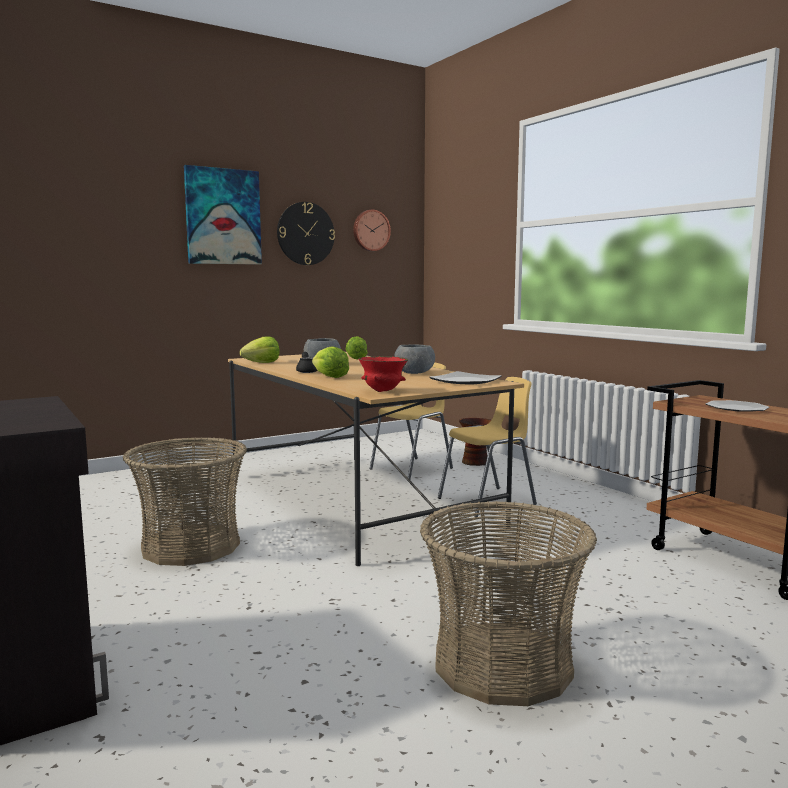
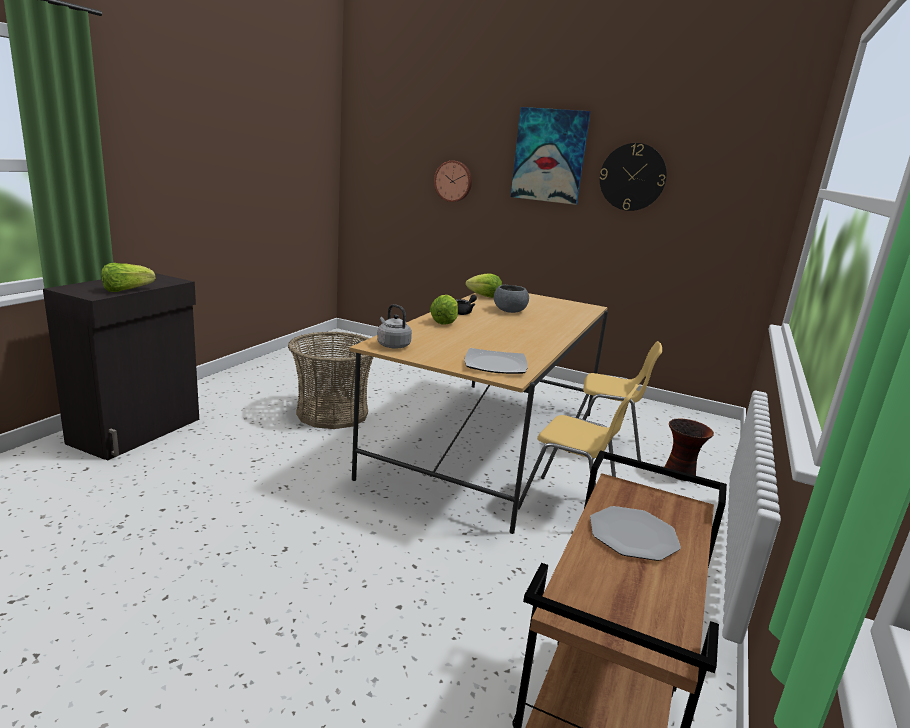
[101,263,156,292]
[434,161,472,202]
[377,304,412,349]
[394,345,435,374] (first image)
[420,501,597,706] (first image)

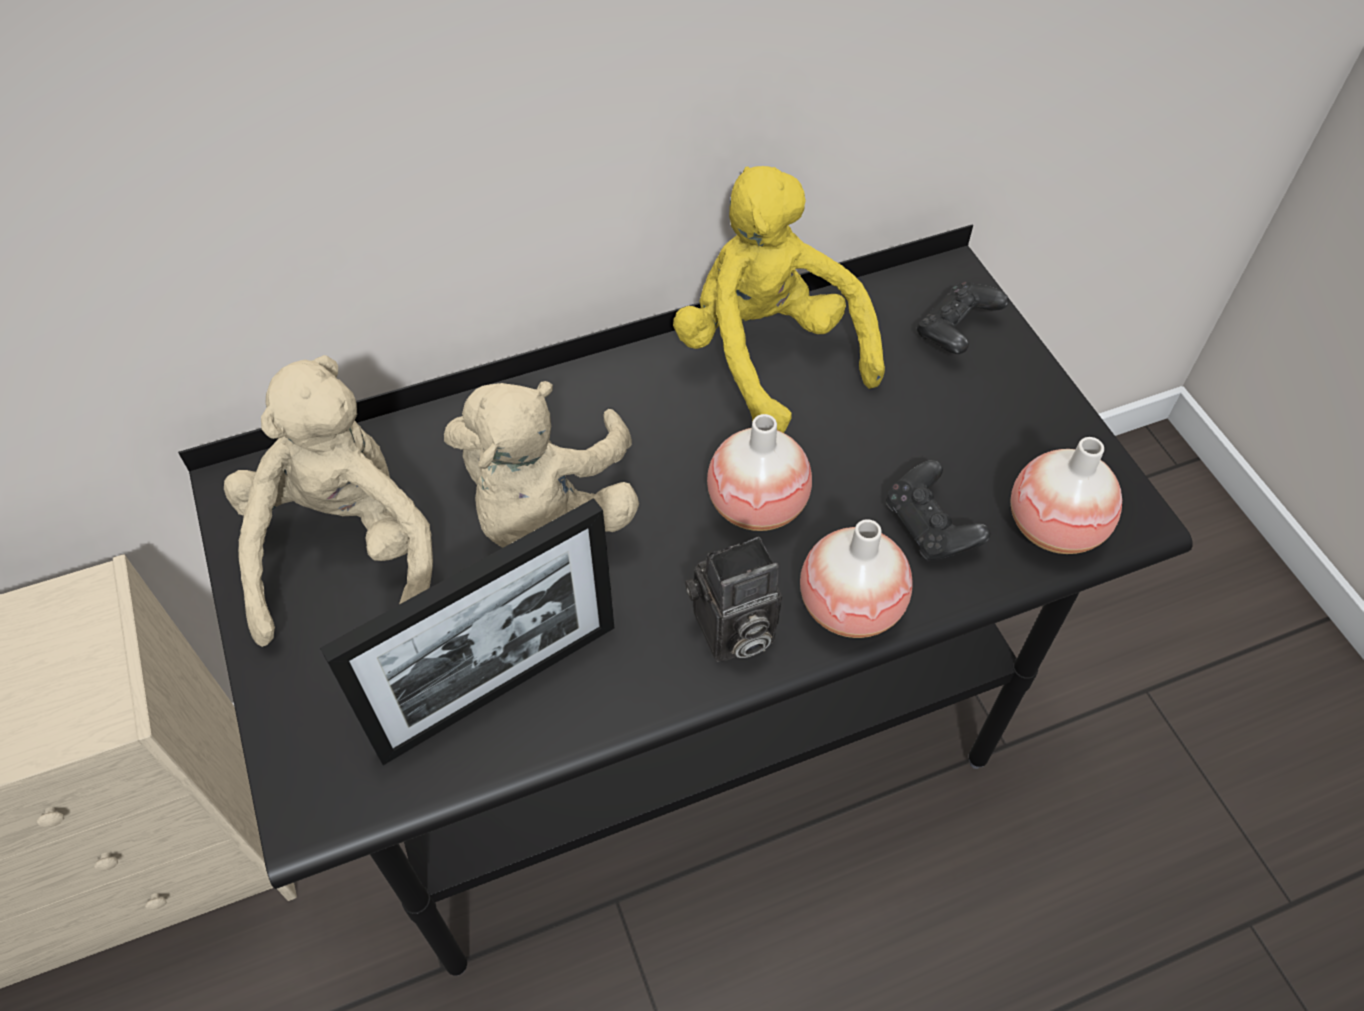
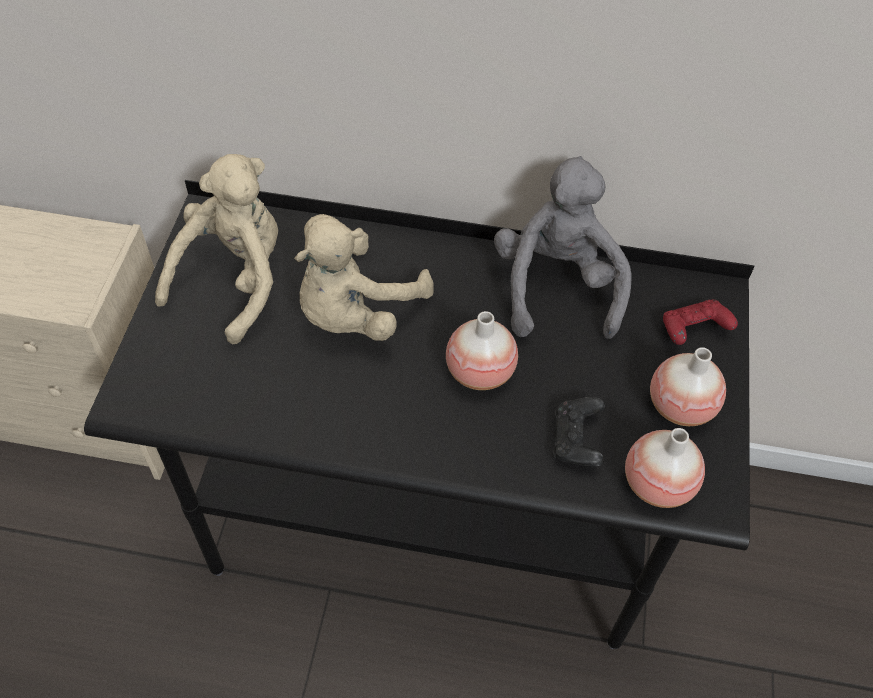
[320,498,614,765] (first image)
[494,156,632,339]
[685,537,782,662] (first image)
[650,347,726,426]
[663,300,738,345]

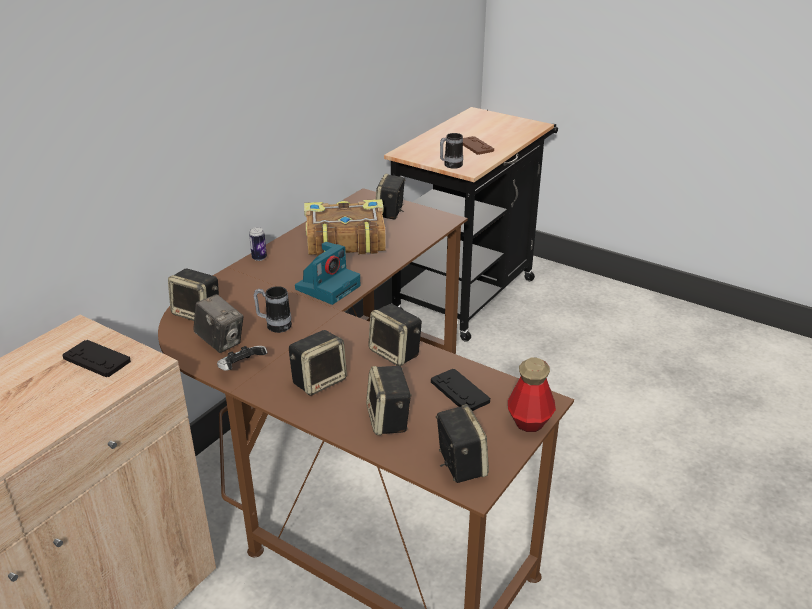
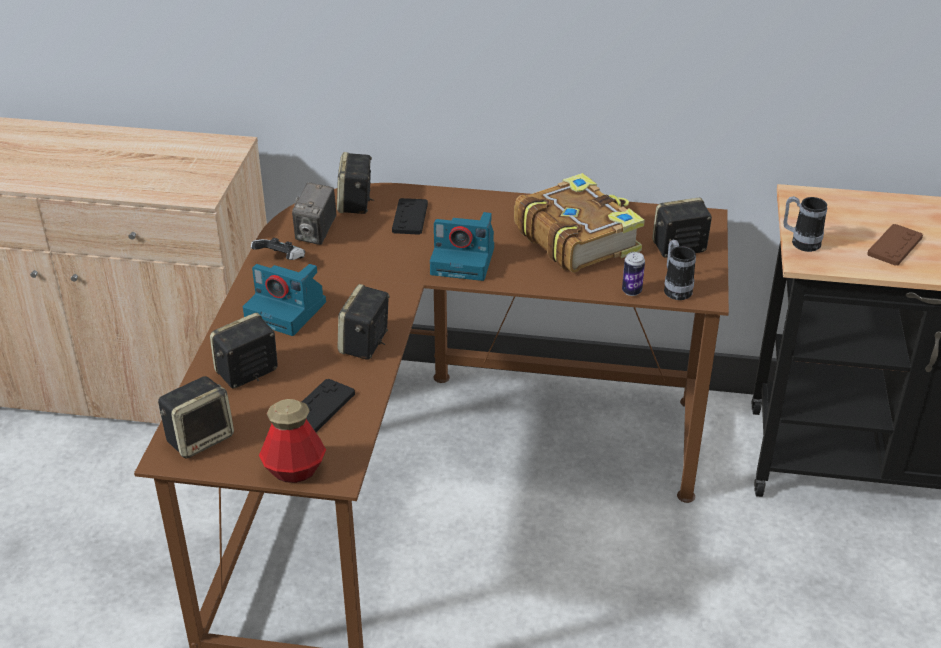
[392,198,428,235]
[622,252,645,296]
[664,240,696,300]
[243,264,326,336]

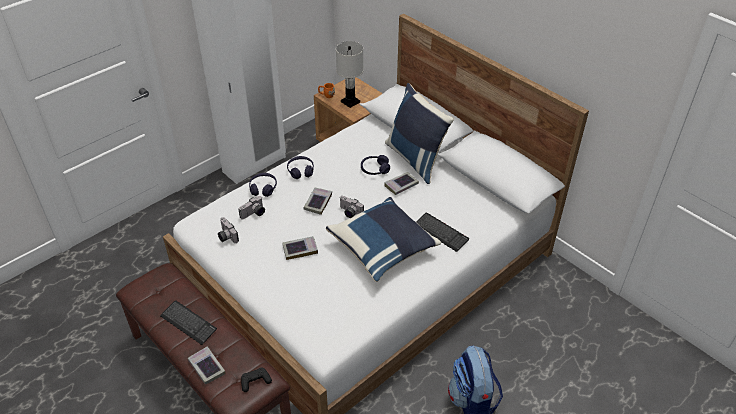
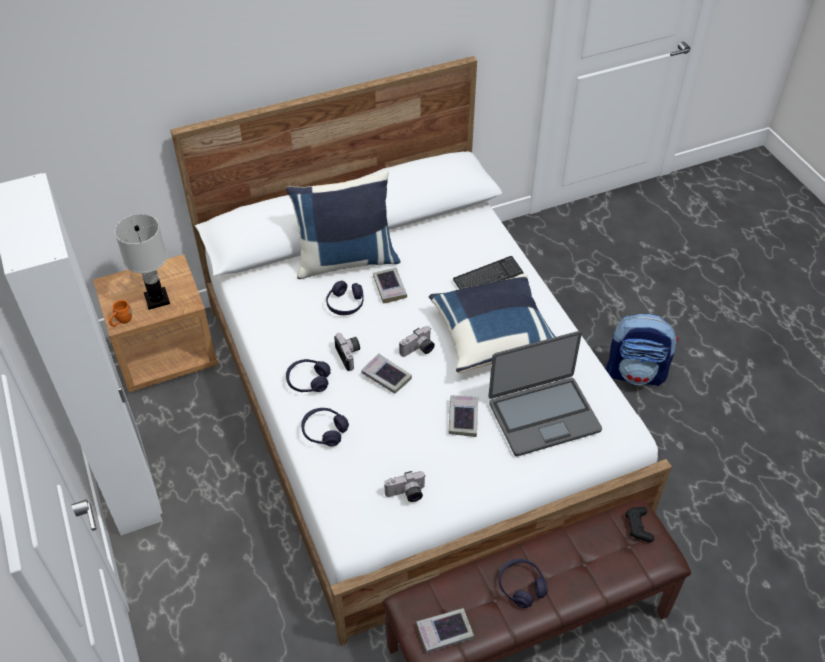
[499,559,548,608]
[416,608,474,653]
[334,333,360,371]
[489,331,602,456]

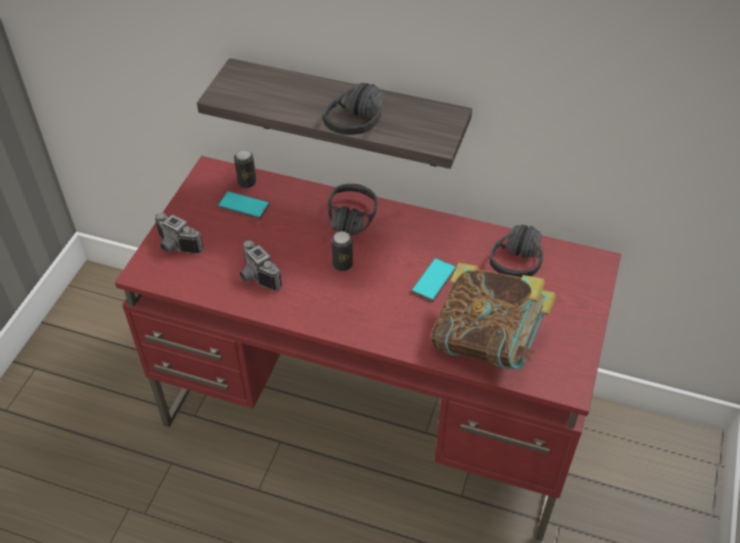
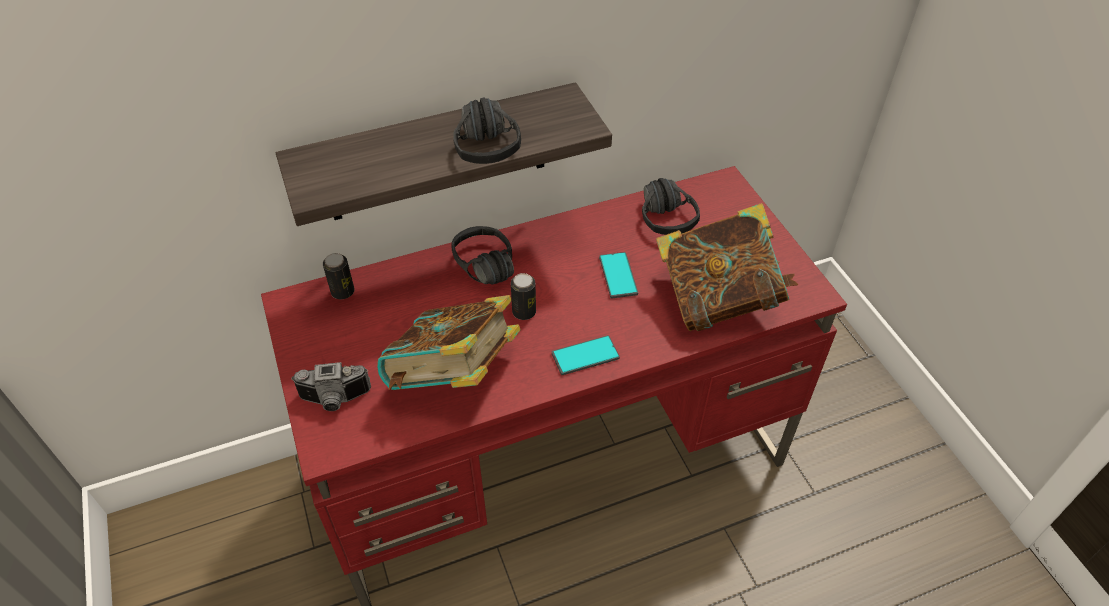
[552,335,620,375]
[377,295,521,390]

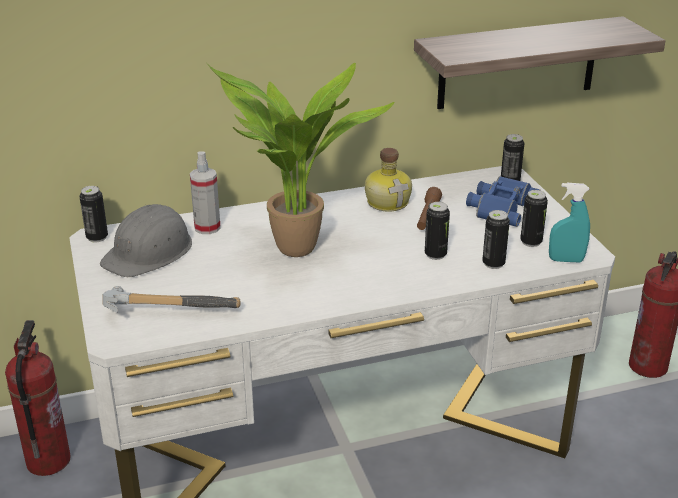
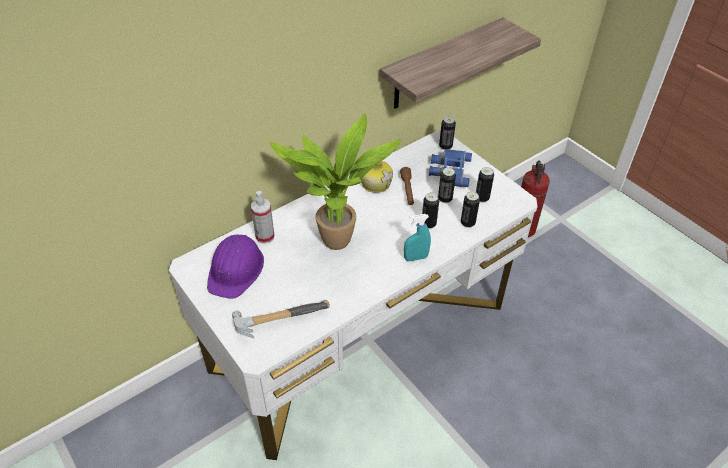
[5,320,71,476] (first image)
[438,168,456,203]
[207,234,264,299]
[404,214,431,261]

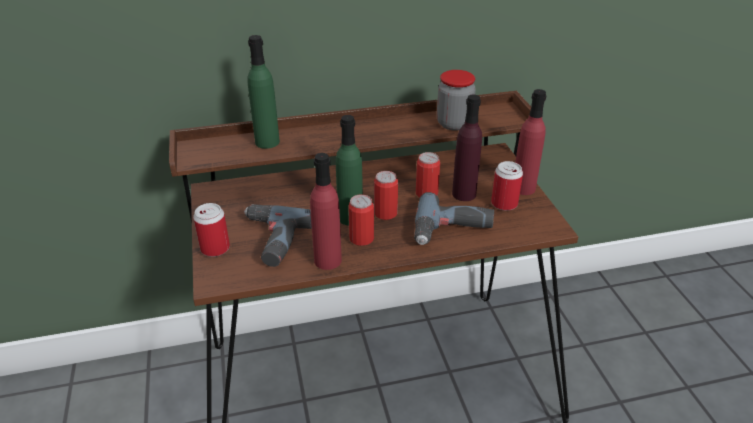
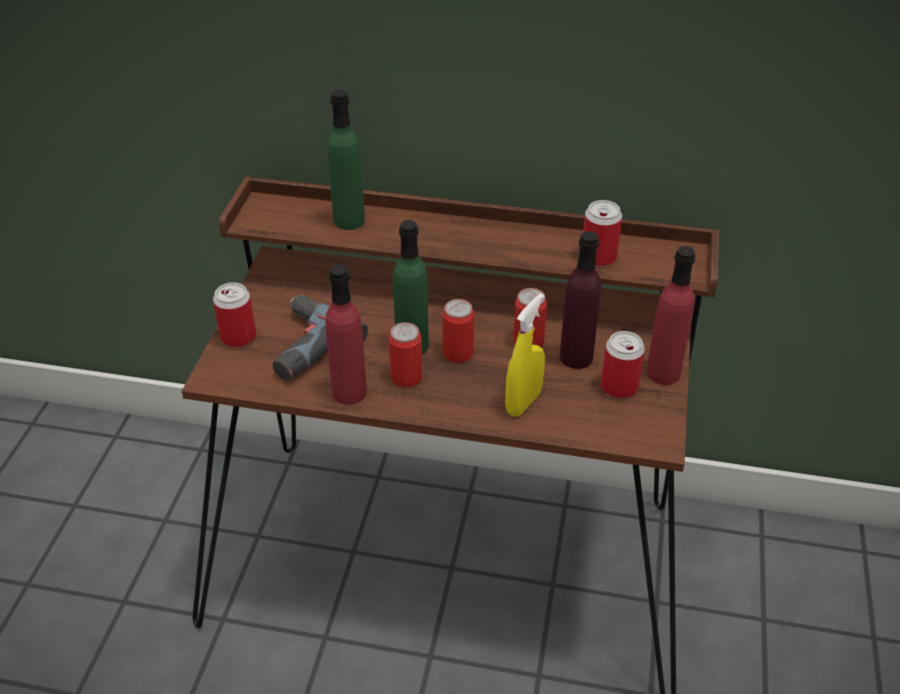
[505,293,545,417]
[583,200,622,267]

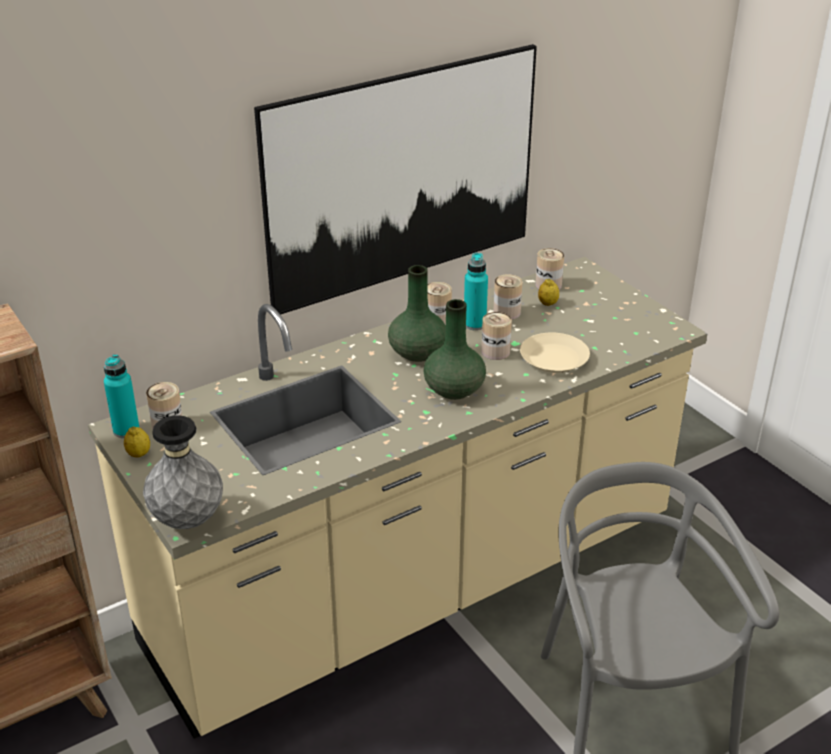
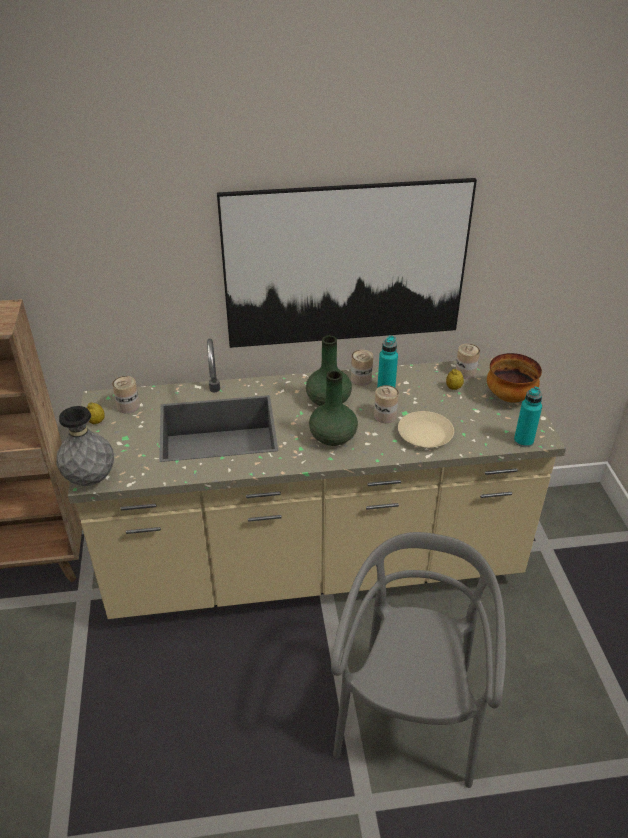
[514,387,542,447]
[493,274,523,320] (first image)
[487,353,542,403]

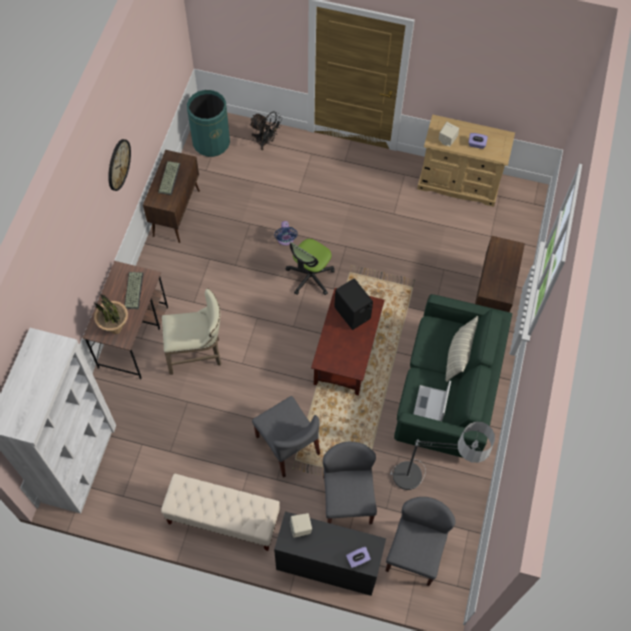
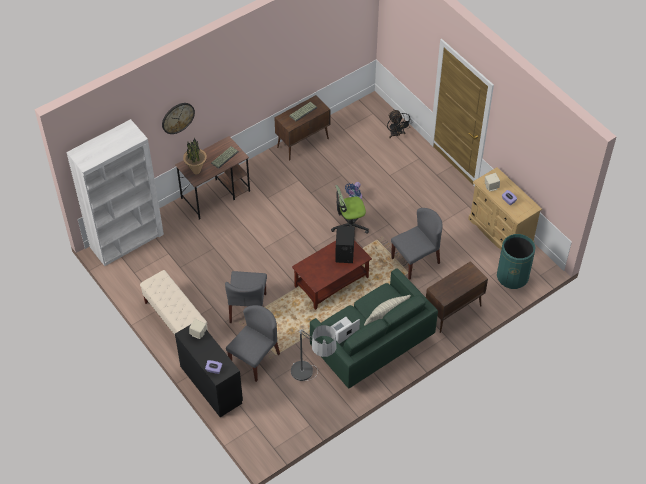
[162,103,195,134]
[162,289,221,375] (first image)
[497,234,536,289]
[391,208,442,280]

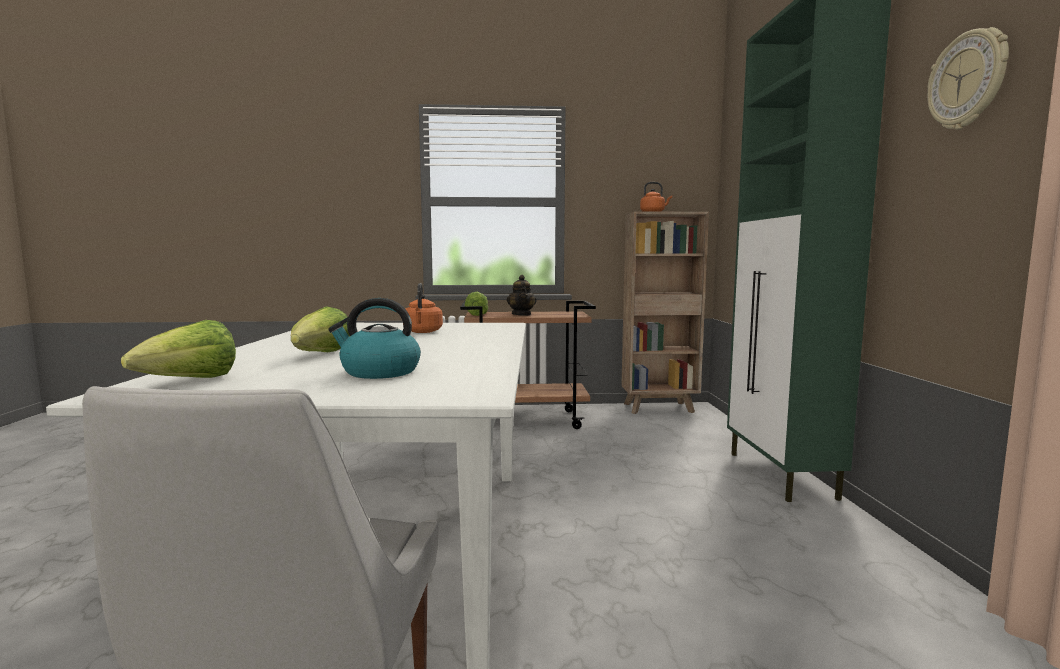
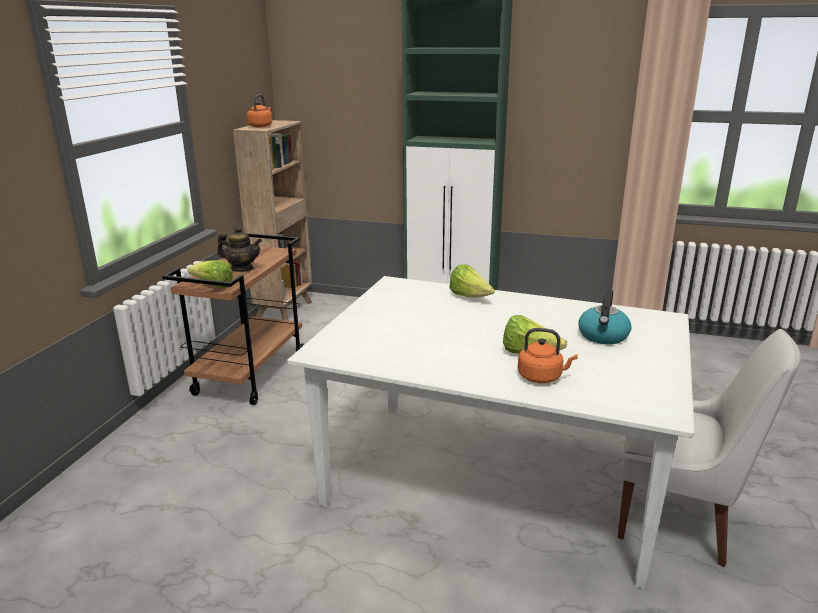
[449,264,495,298]
[518,328,578,383]
[927,27,1009,130] (first image)

